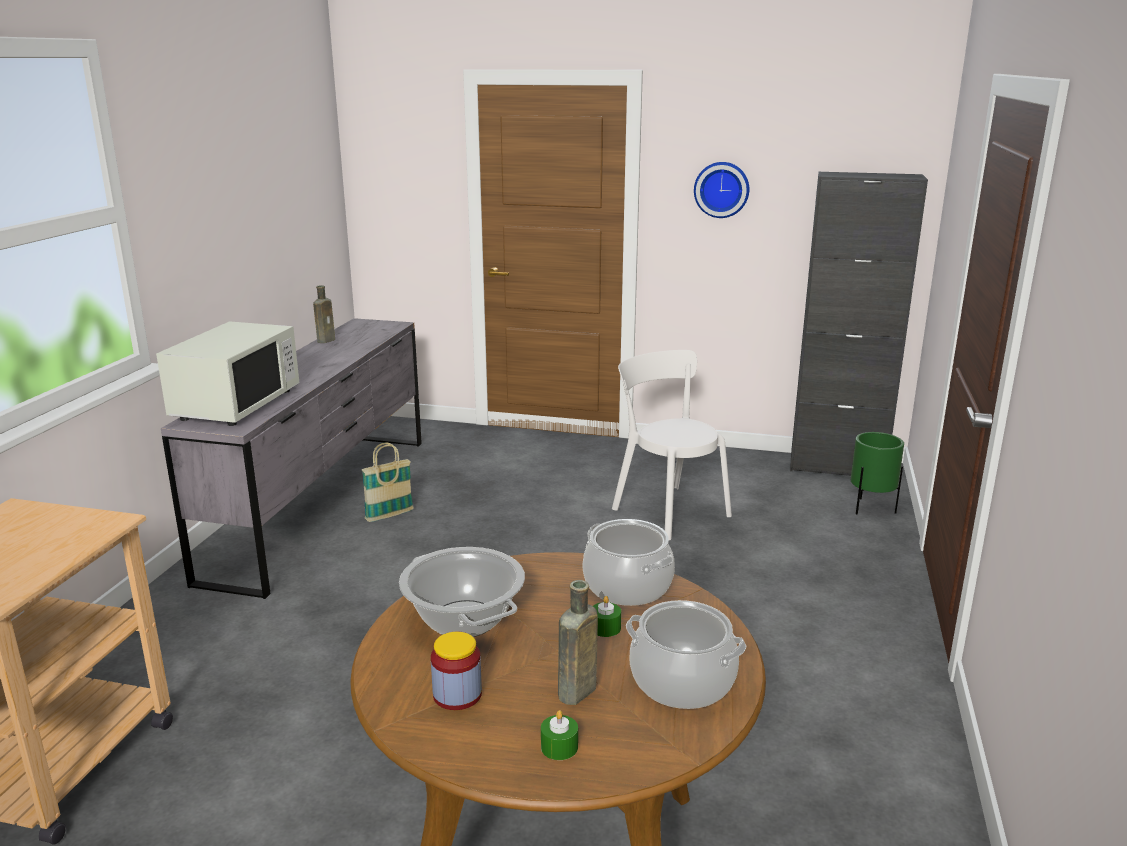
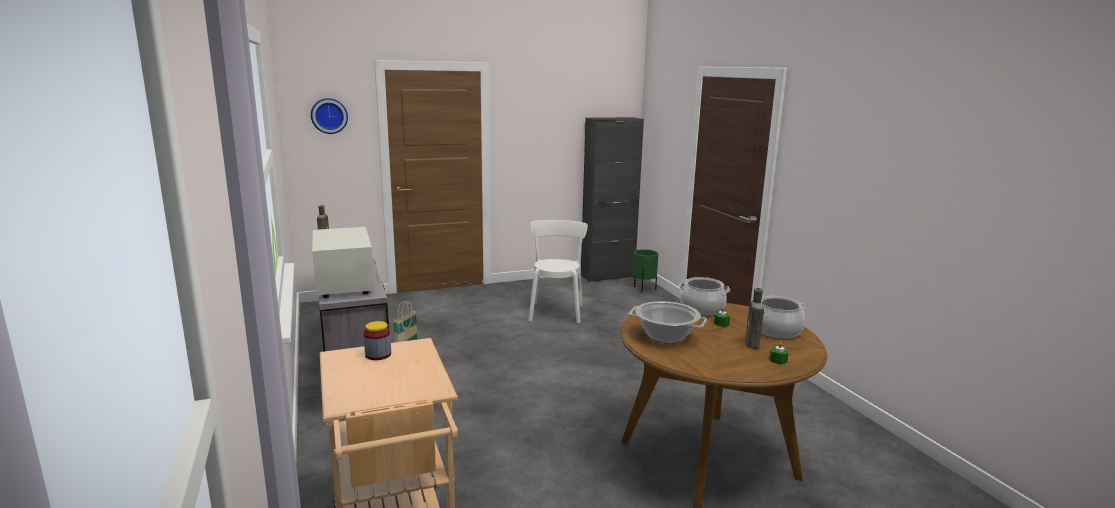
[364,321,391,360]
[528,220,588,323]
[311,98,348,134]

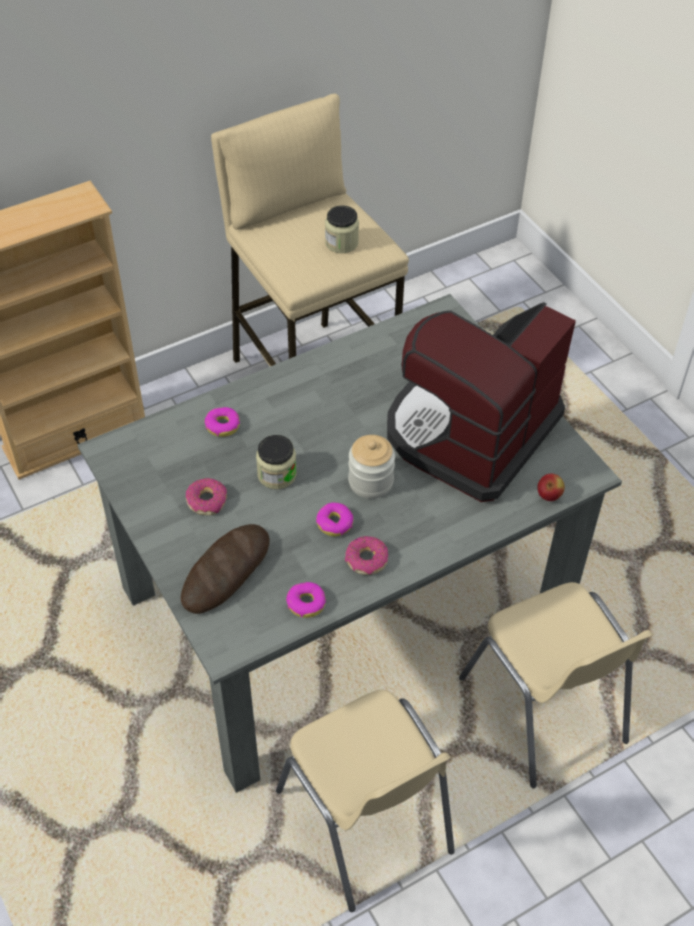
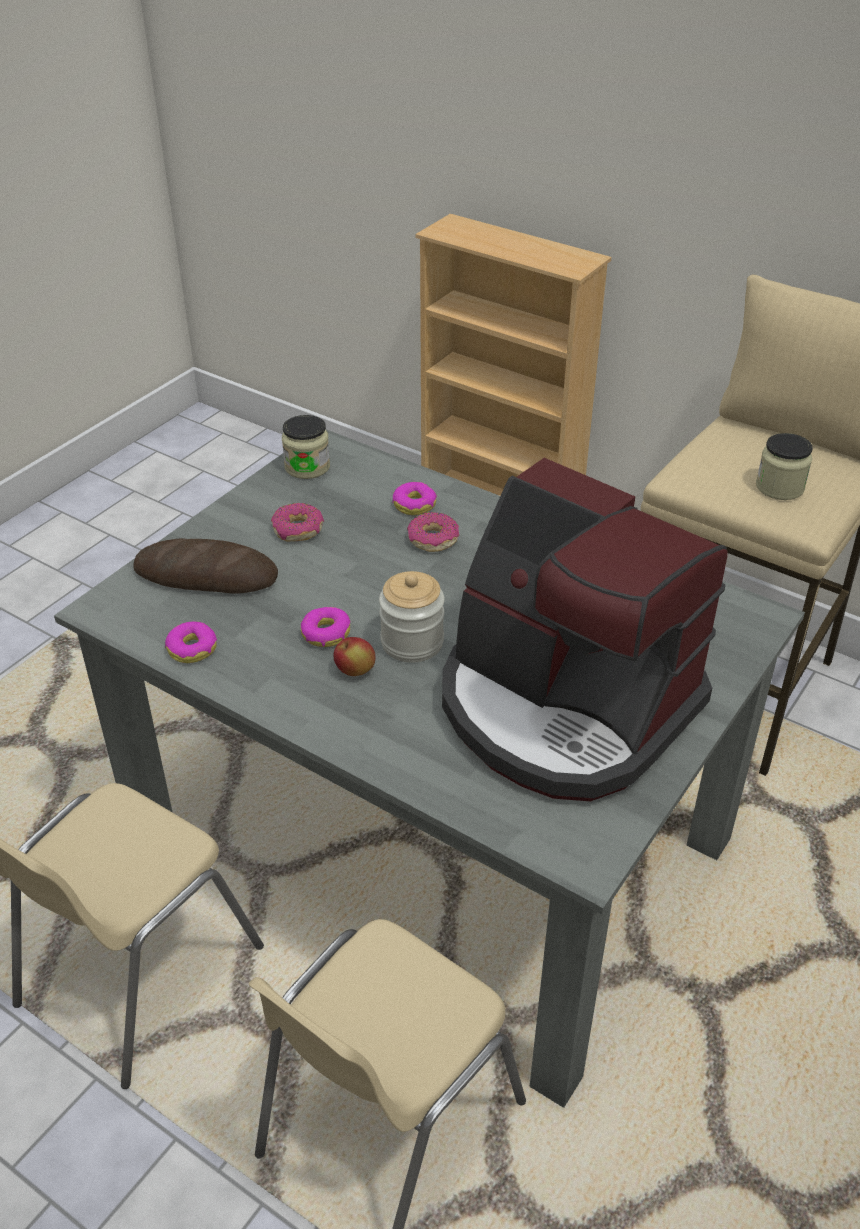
[282,415,330,479]
[407,512,459,552]
[442,458,728,801]
[334,637,375,676]

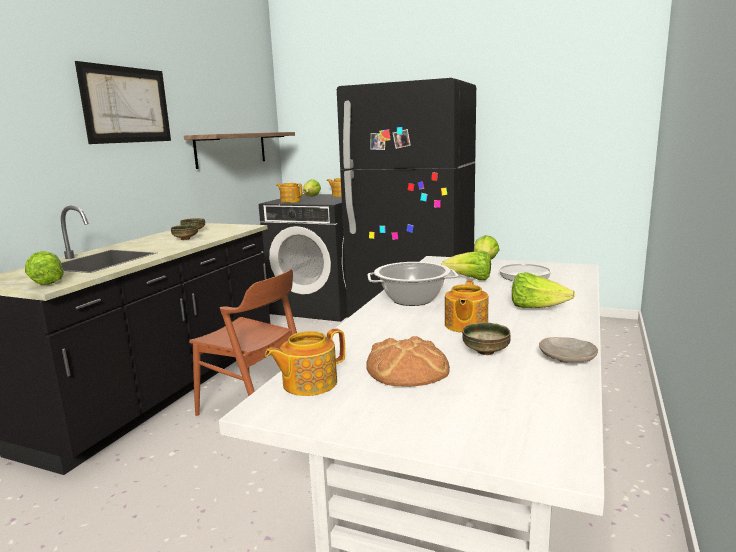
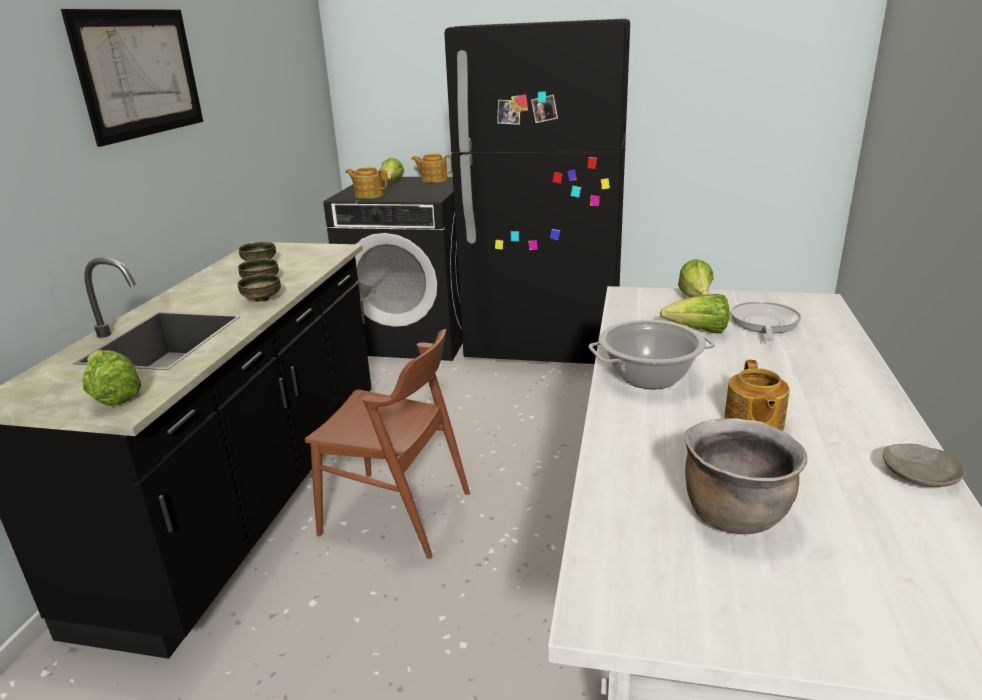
[184,132,295,169] (first image)
[265,328,345,396] (first image)
[685,418,807,534]
[237,274,281,302]
[512,272,575,308] (first image)

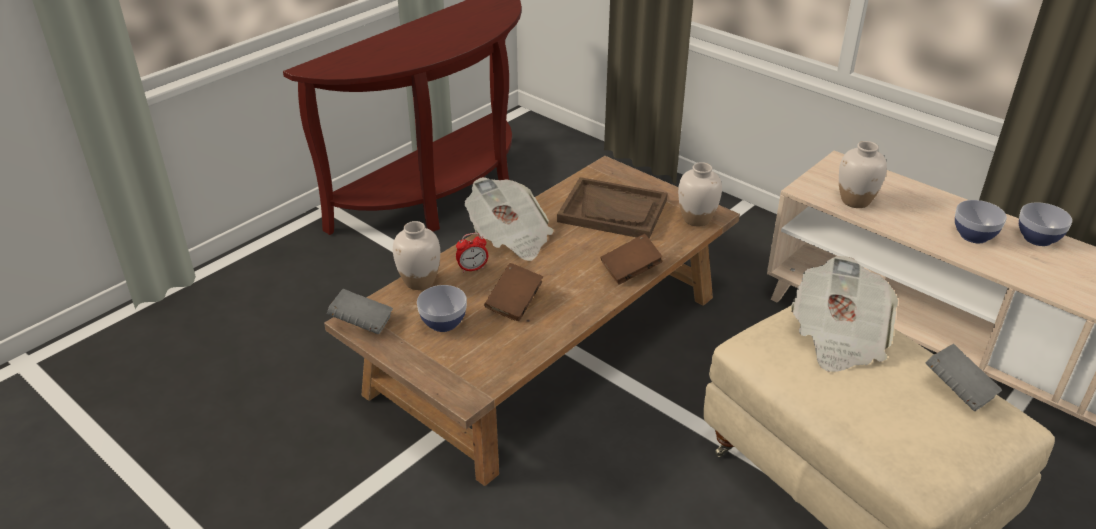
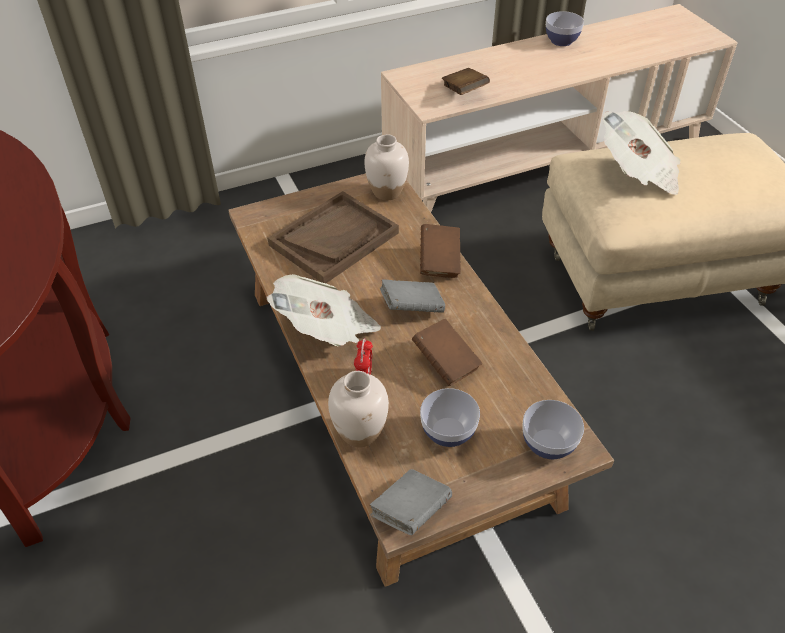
[442,68,490,95]
[380,279,445,313]
[522,400,584,459]

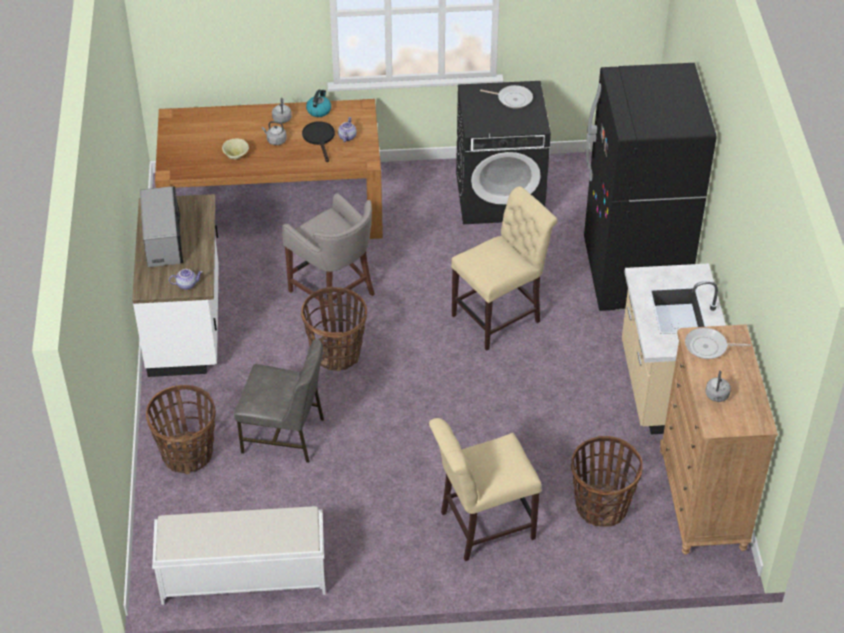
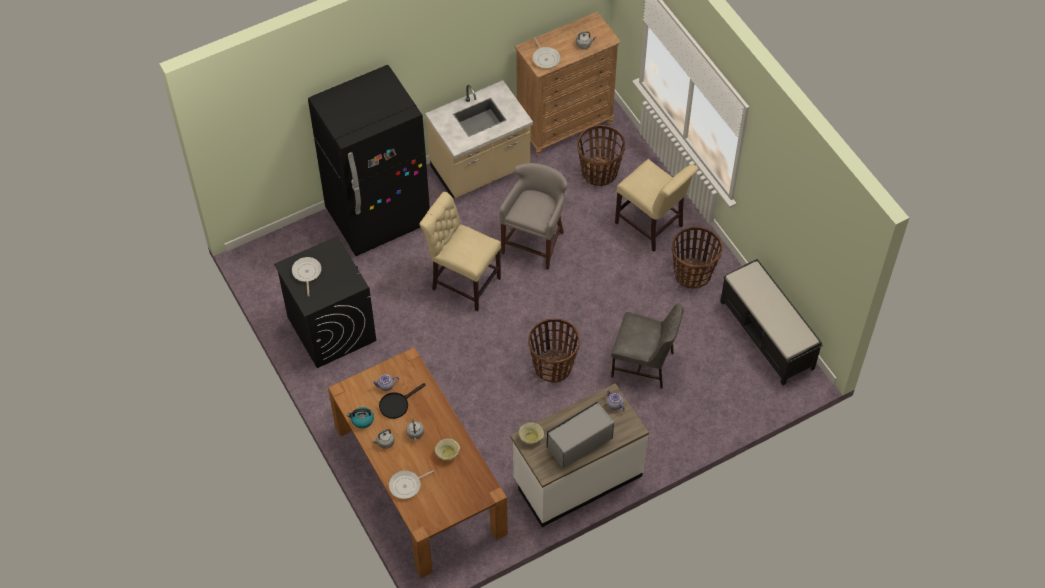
[672,226,722,289]
[720,259,823,385]
[611,303,684,389]
[500,163,568,270]
[389,470,435,499]
[519,422,544,444]

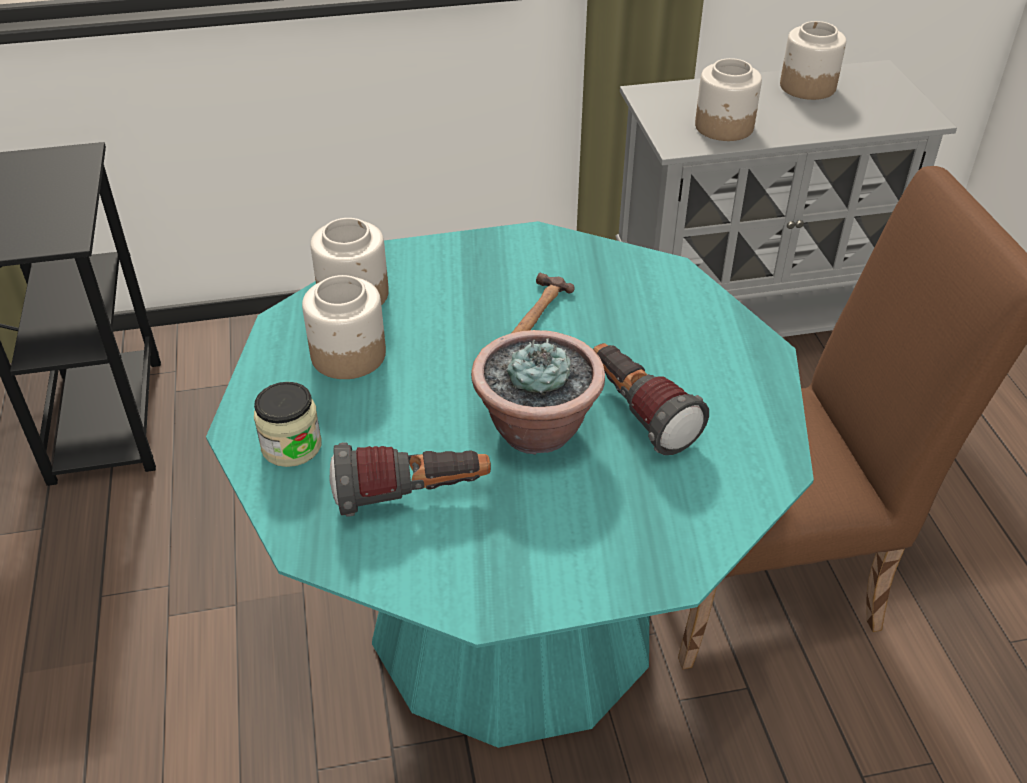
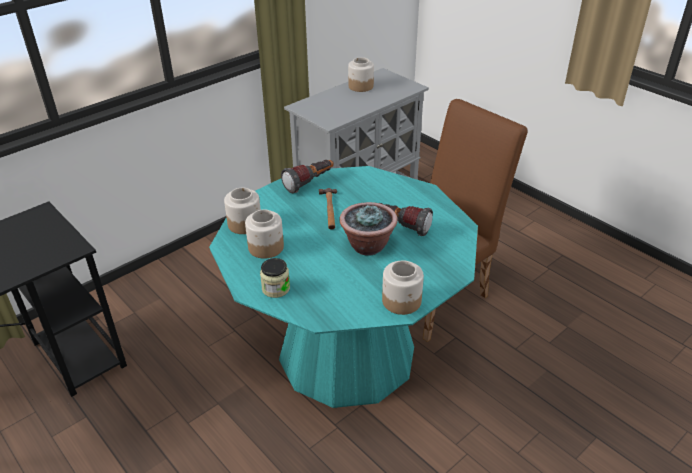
[281,160,334,193]
[382,260,424,315]

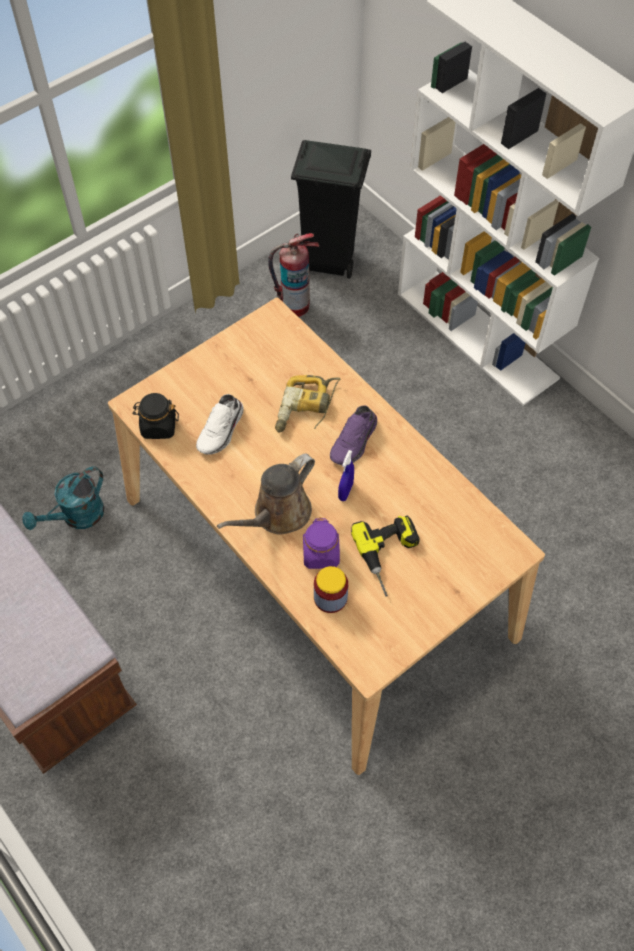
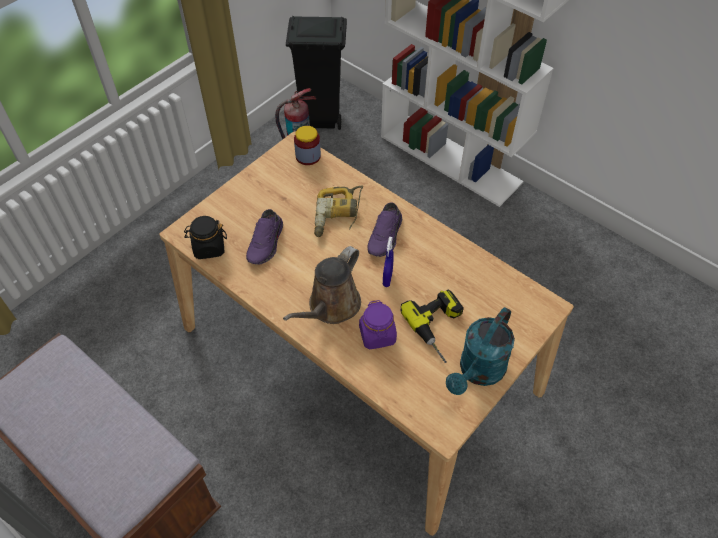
[446,307,515,395]
[246,209,283,265]
[294,126,321,165]

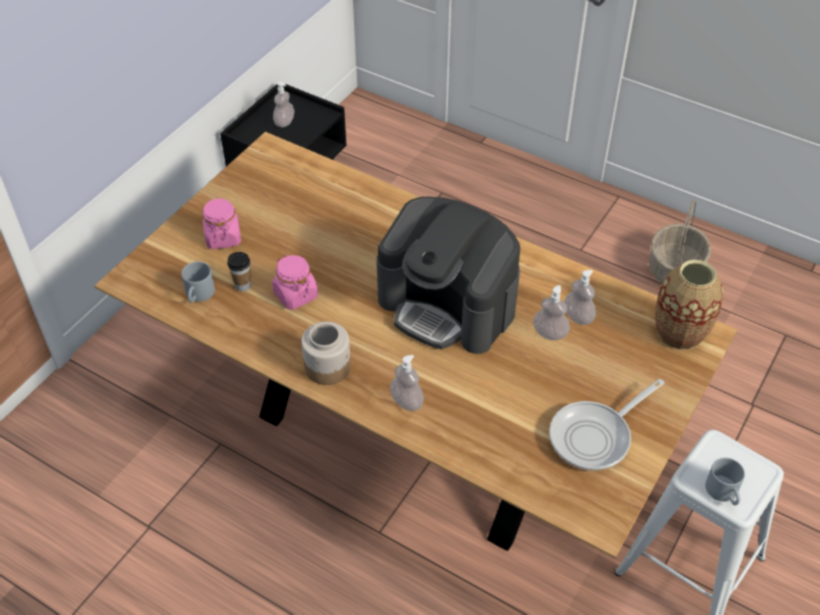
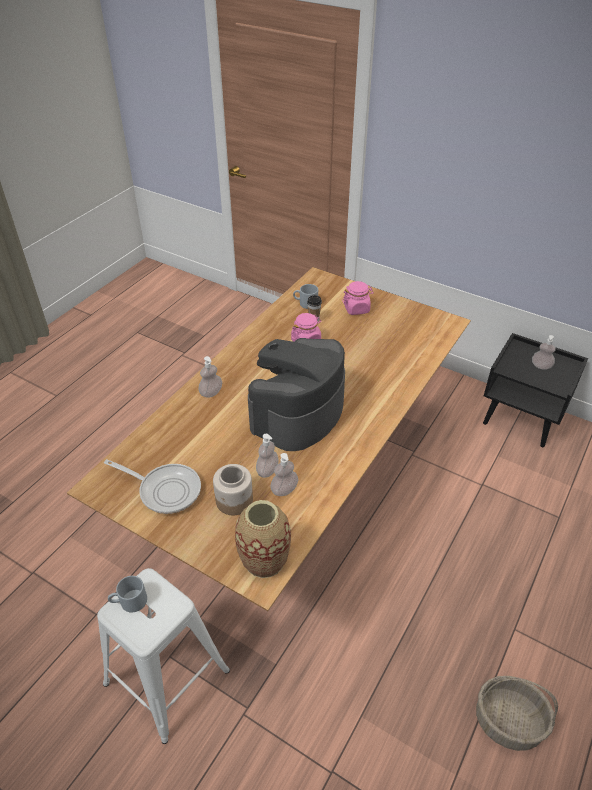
[213,464,253,515]
[104,459,201,514]

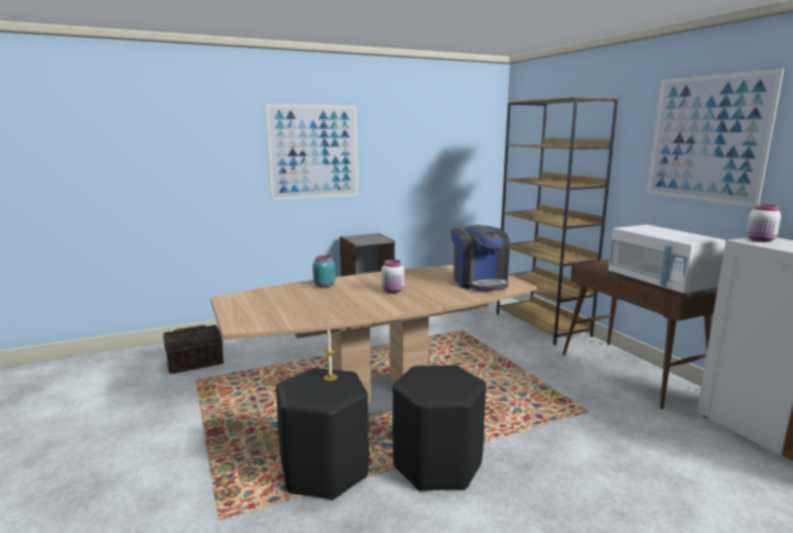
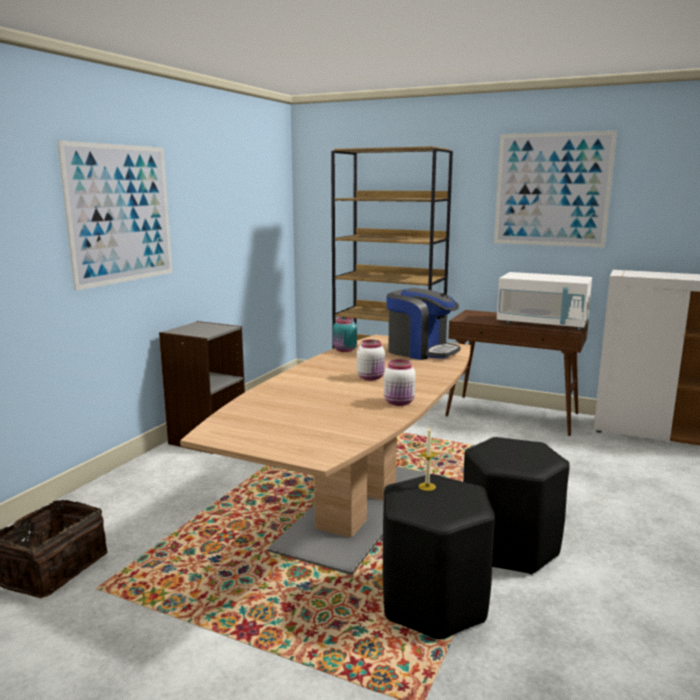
[333,317,357,352]
[384,359,416,406]

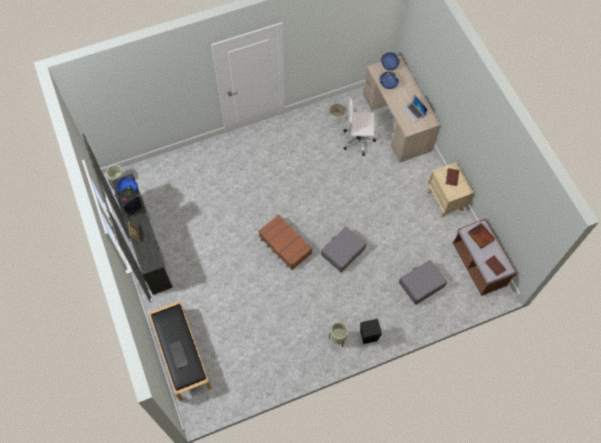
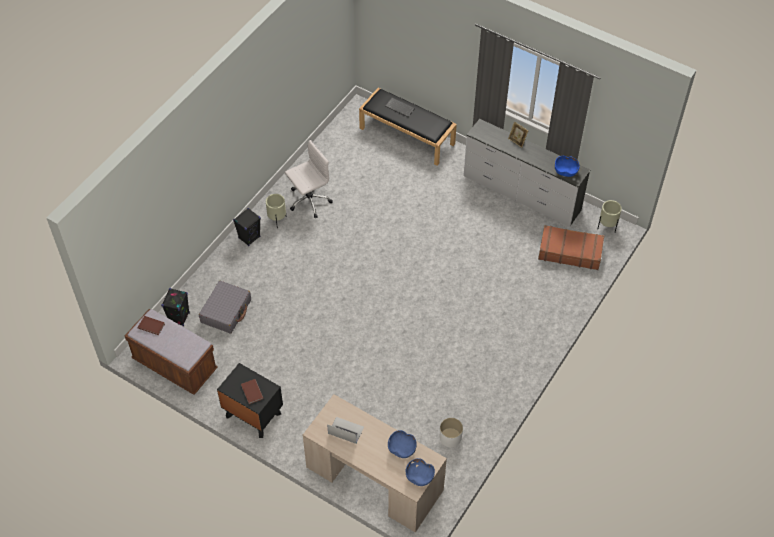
[161,288,190,326]
[538,225,604,270]
[321,227,366,272] (first image)
[285,140,333,218]
[217,363,283,438]
[468,223,495,249] (first image)

